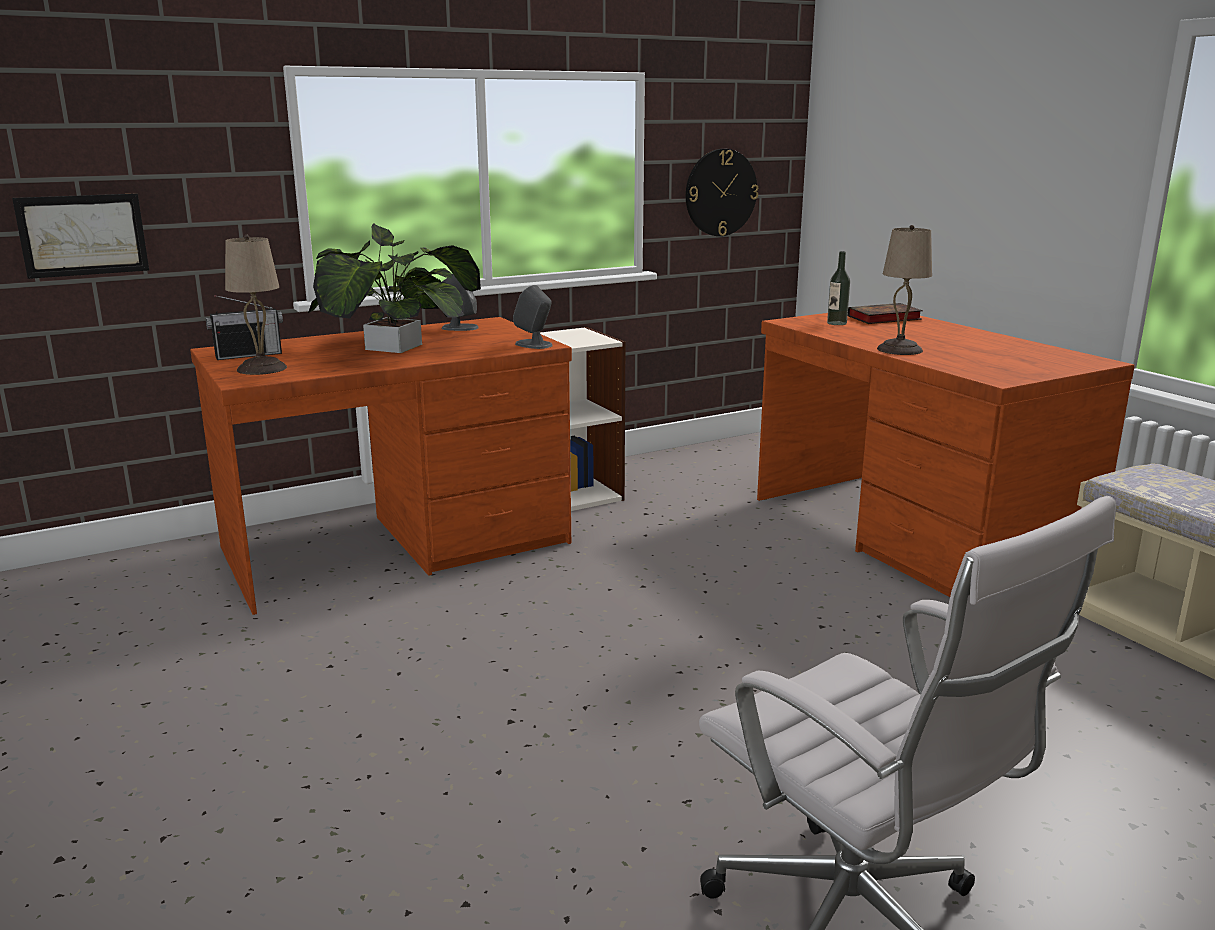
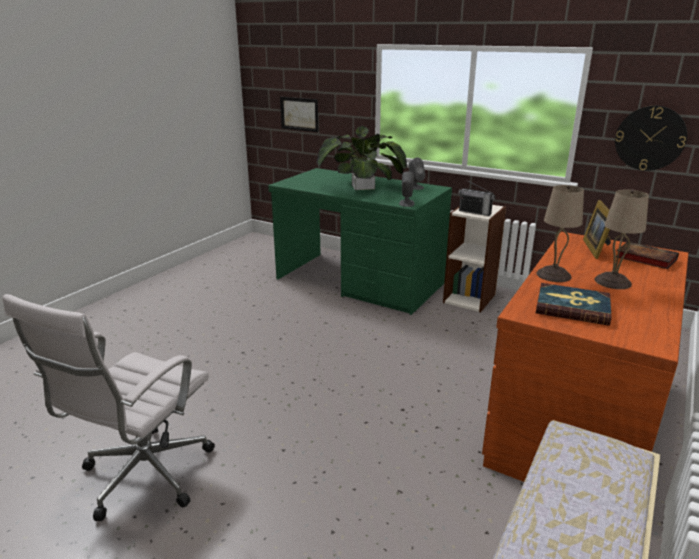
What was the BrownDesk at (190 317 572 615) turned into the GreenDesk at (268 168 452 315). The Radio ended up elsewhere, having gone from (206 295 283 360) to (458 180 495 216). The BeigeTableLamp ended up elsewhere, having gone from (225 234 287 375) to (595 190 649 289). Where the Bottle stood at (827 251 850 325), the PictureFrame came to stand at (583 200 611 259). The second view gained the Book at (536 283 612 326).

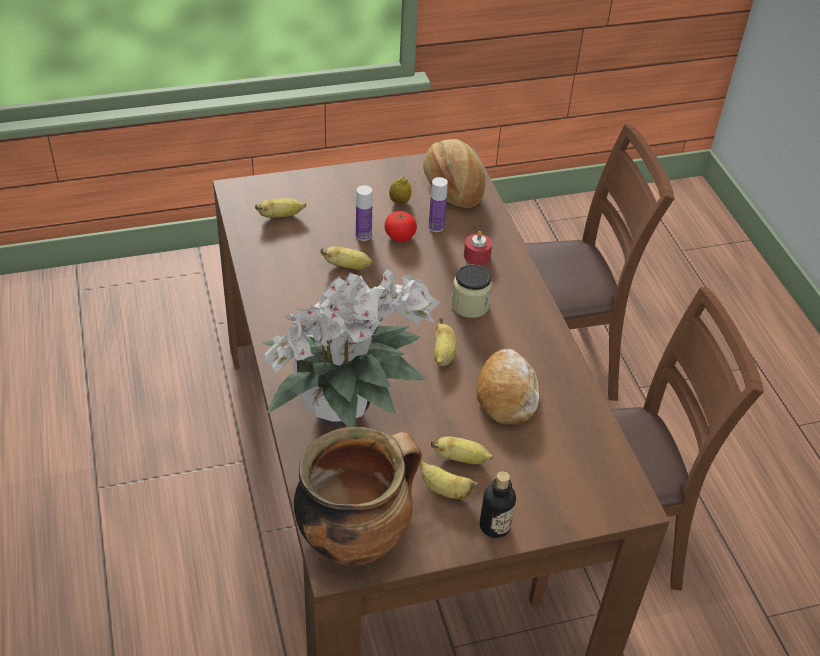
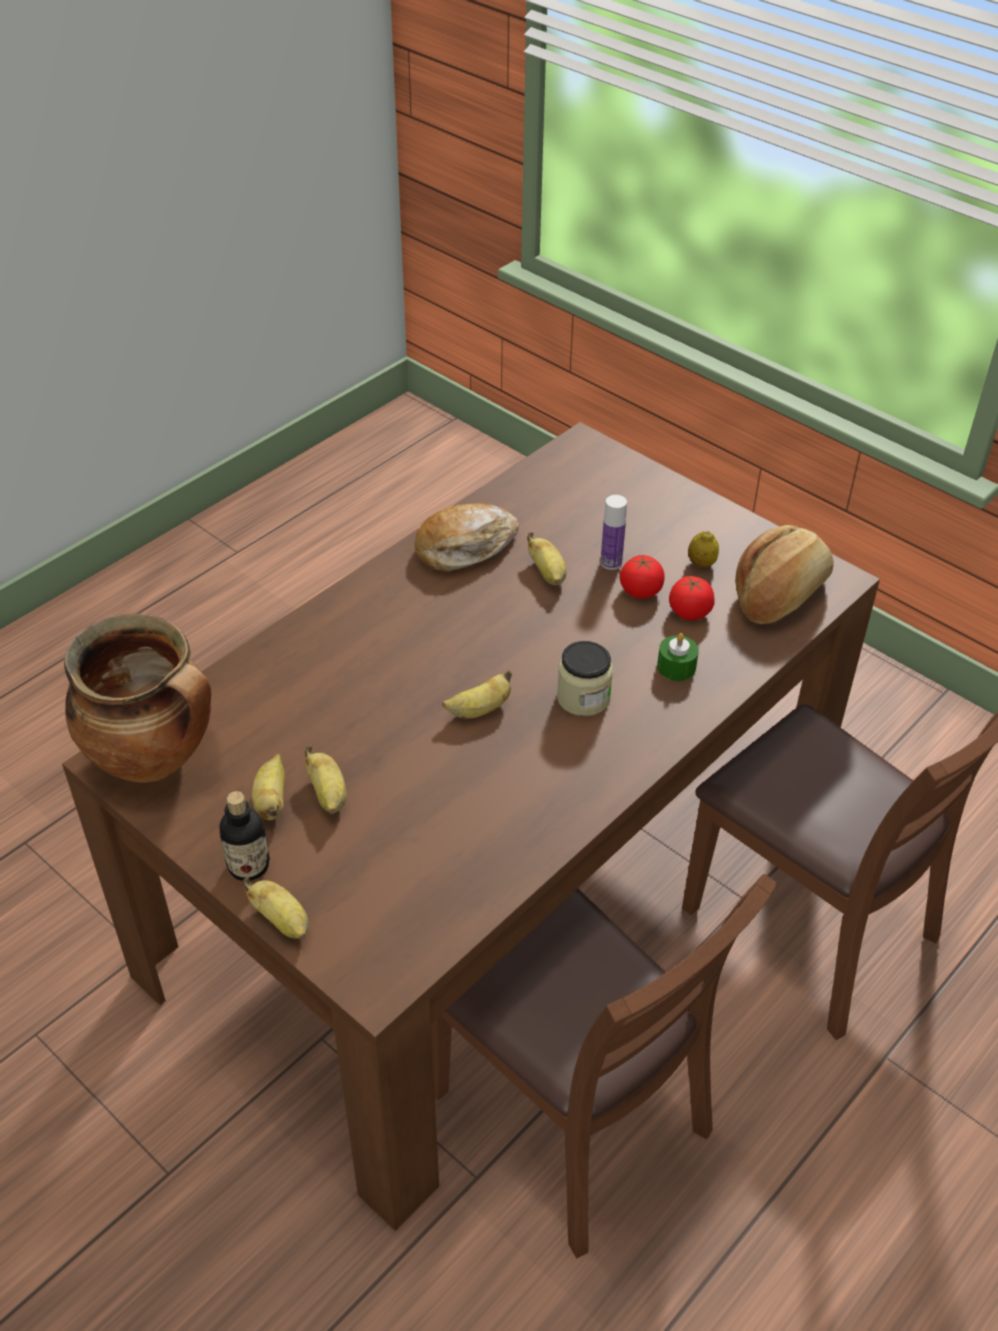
The Banana ended up elsewhere, having gone from (255 198 306 218) to (243 878 309 940). The second view lost the PottedPlant at (262 268 440 427). Where the Bottle stood at (429 177 448 232), the Tomato came to stand at (669 576 715 620). What was the RedCandle at (464 231 492 265) turned into the GreenCandle at (657 633 699 681). The Bread ended up elsewhere, having gone from (476 349 539 424) to (414 503 519 571).

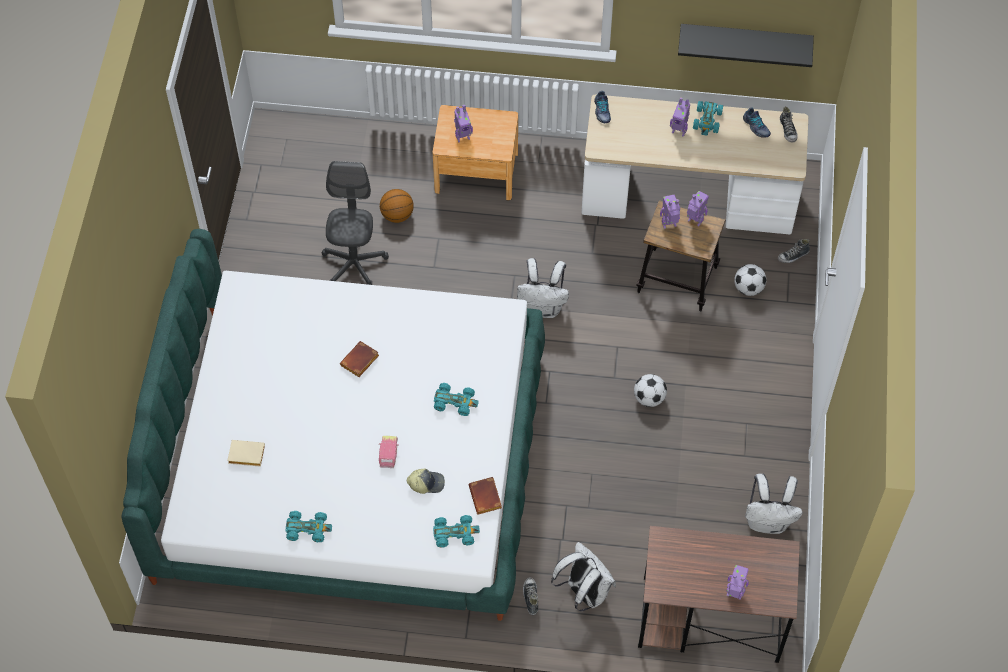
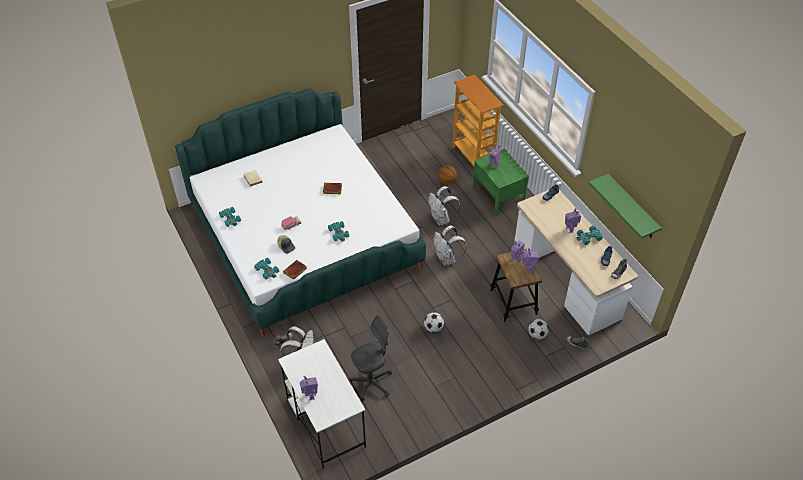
The GreyOfficeChair ended up elsewhere, having gone from (322 161 389 285) to (348 315 392 401). What was the BrownNightstand at (433 105 518 200) turned into the GreenNightstand at (473 149 529 215). What was the BrownDesk at (638 526 800 663) turned into the WhiteDesk at (278 339 366 468). What was the BlackShelf at (678 24 814 67) turned into the GreenShelf at (589 174 662 239). The WhiteBackpack ended up elsewhere, having gone from (745 473 803 534) to (428 186 461 225). The second view gained the Bookcase at (452 75 503 166).

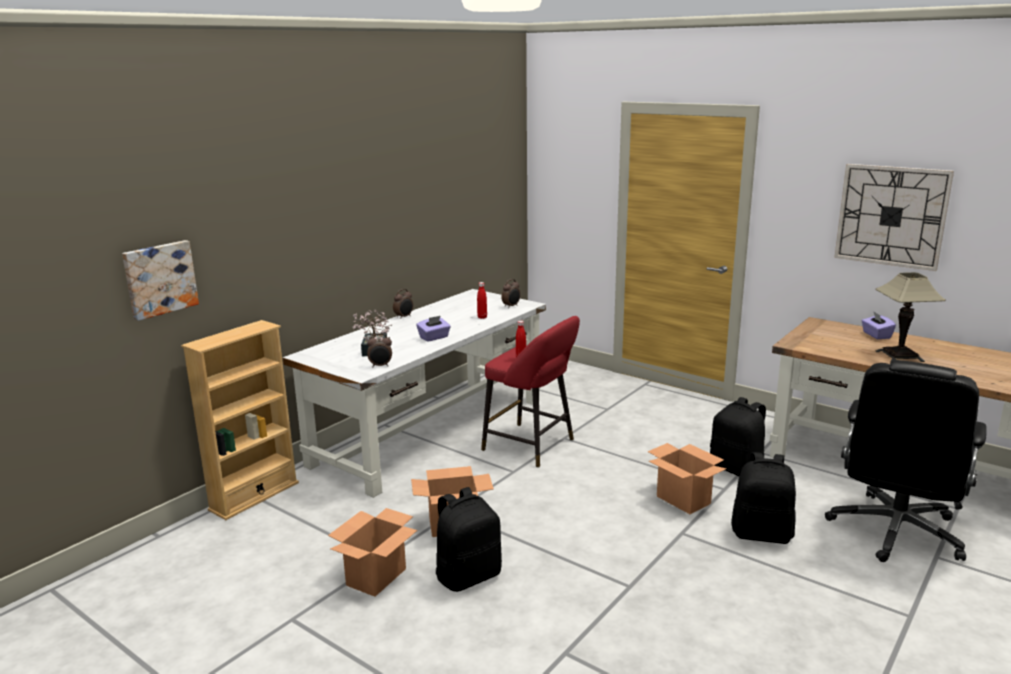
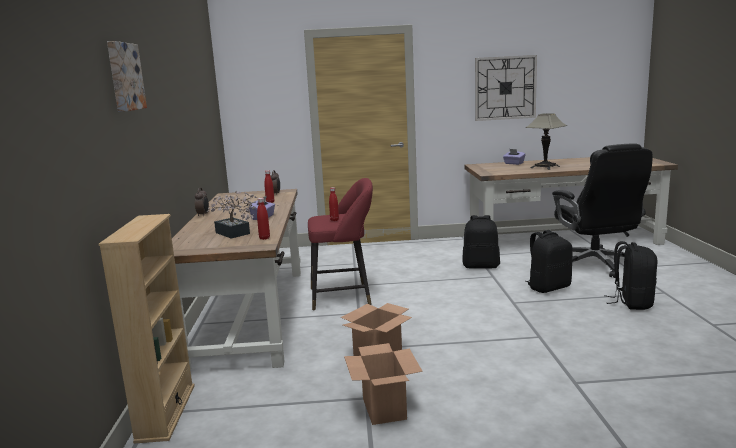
The Picture ended up elsewhere, having gone from (122 240 199 321) to (107 41 147 112). What was the WhiteDesk at (282 289 546 498) turned into the BrownDesk at (172 189 301 370). Where the AlarmClock stood at (367 333 392 367), the RedBottle came to stand at (257 198 270 240). The BlackBackpack ended up elsewhere, having gone from (435 487 502 592) to (604 241 657 310). The second view lost the CardboardBox at (648 443 727 514).

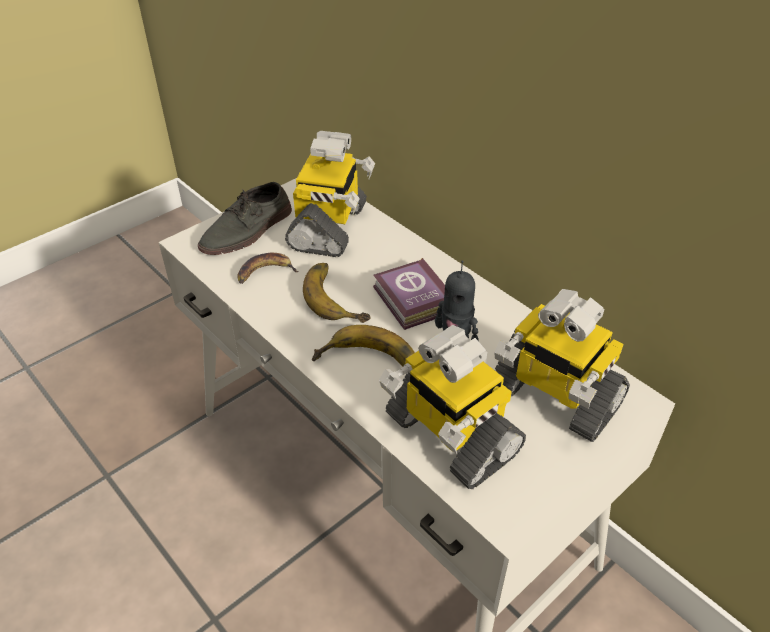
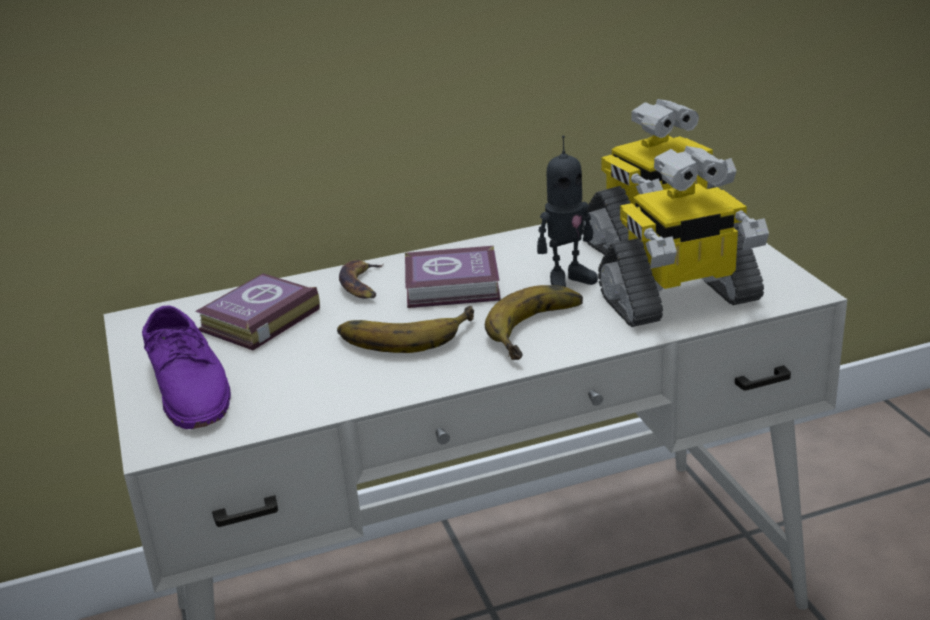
What was the GreyShoe at (198 182 292 255) turned into the PurpleShoe at (142 305 231 429). The Banana ended up elsewhere, having gone from (237 253 299 284) to (339 260 384 299). Where the ToyRobot stood at (285 131 375 257), the Book came to stand at (195 273 320 350).

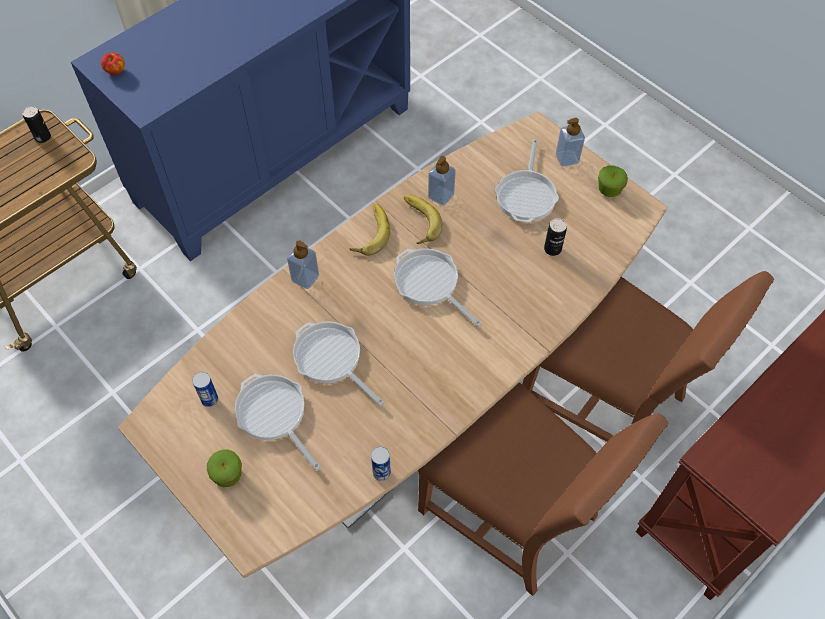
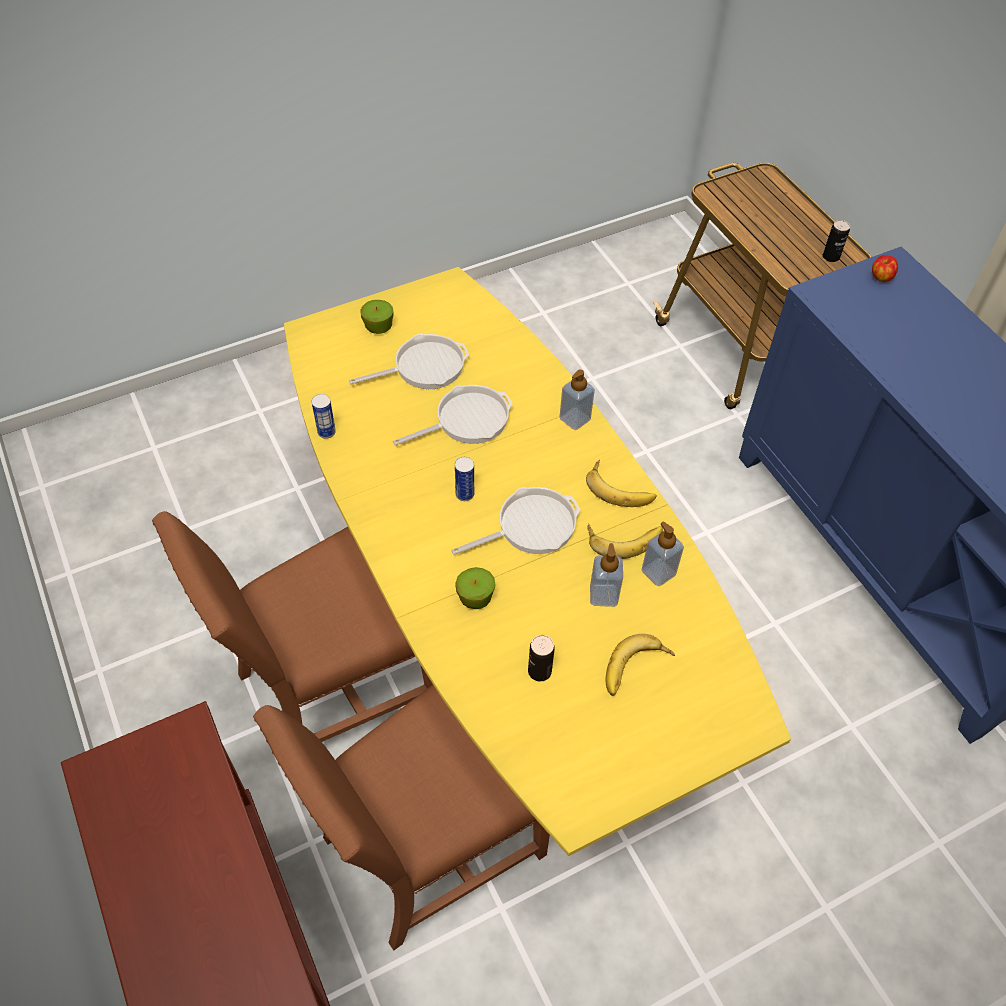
What was the BrownDiningTable at (118 112 668 578) turned into the YellowDiningTable at (284 267 791 856). The Can ended up elsewhere, having gone from (192 372 218 407) to (455 457 474 501). Where the FryingPan stood at (495 139 559 222), the Banana came to stand at (605 634 675 696). The SoapDispenser ended up elsewhere, having gone from (556 118 585 167) to (590 543 623 607). The Apple ended up elsewhere, having gone from (598 165 628 197) to (455 567 496 609).

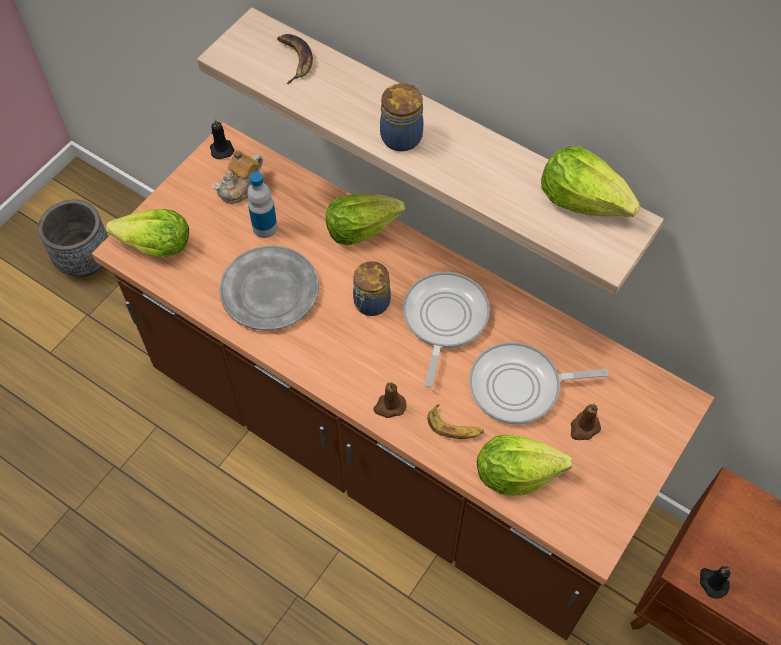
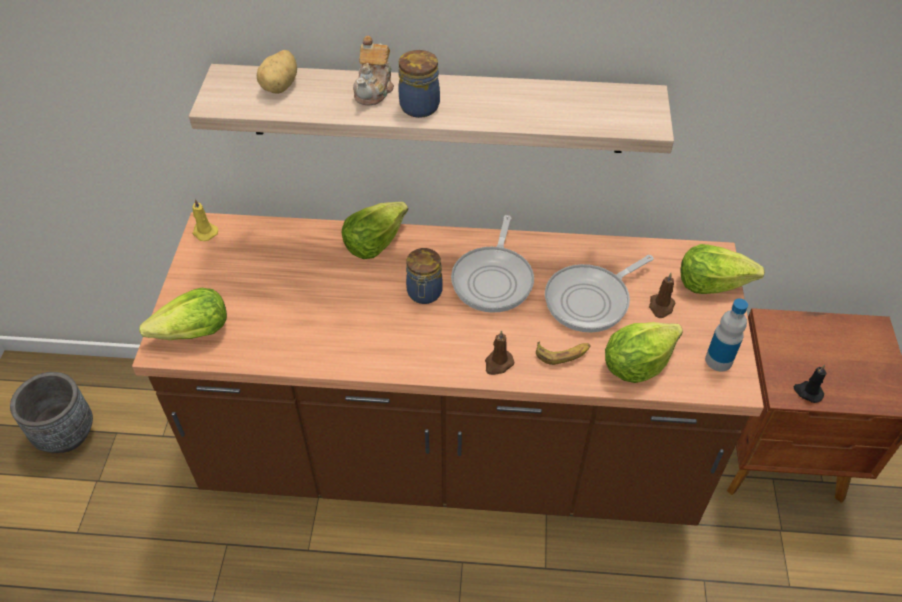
What was the BlackCandle at (210 119 234 159) turned into the YellowCandle at (192 199 218 241). The Teapot ended up elsewhere, having gone from (213 150 263 204) to (353 36 394 106). The second view lost the GreyPlate at (219 246 319 330). The Bottle ended up elsewhere, having gone from (247 172 278 238) to (705 298 748 372). Where the Banana stood at (277 34 313 84), the Potato came to stand at (257 50 297 94). The FryingPan at (403 272 490 387) ended up facing another way, 150 degrees counterclockwise from before. The Lettuce ended up elsewhere, having gone from (541 146 640 217) to (681 244 765 294).

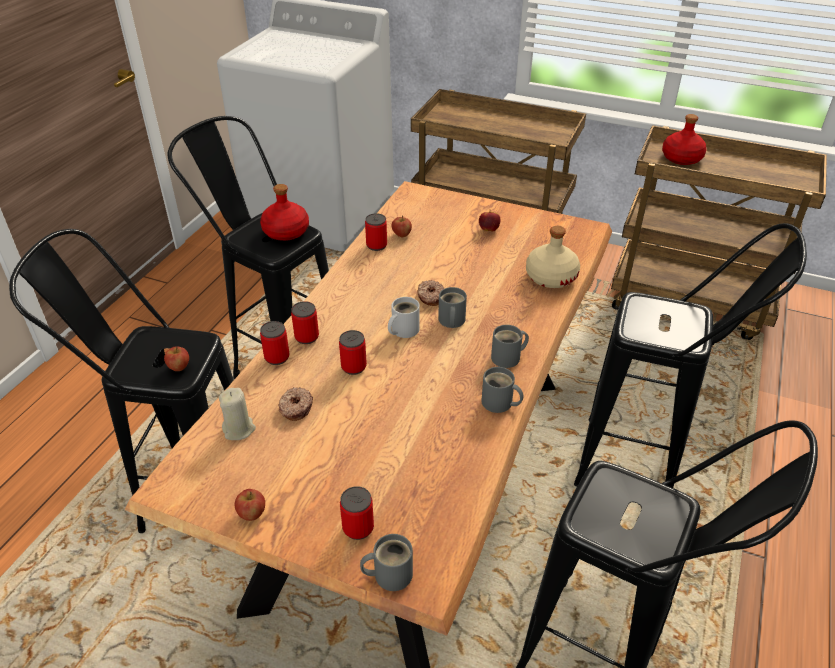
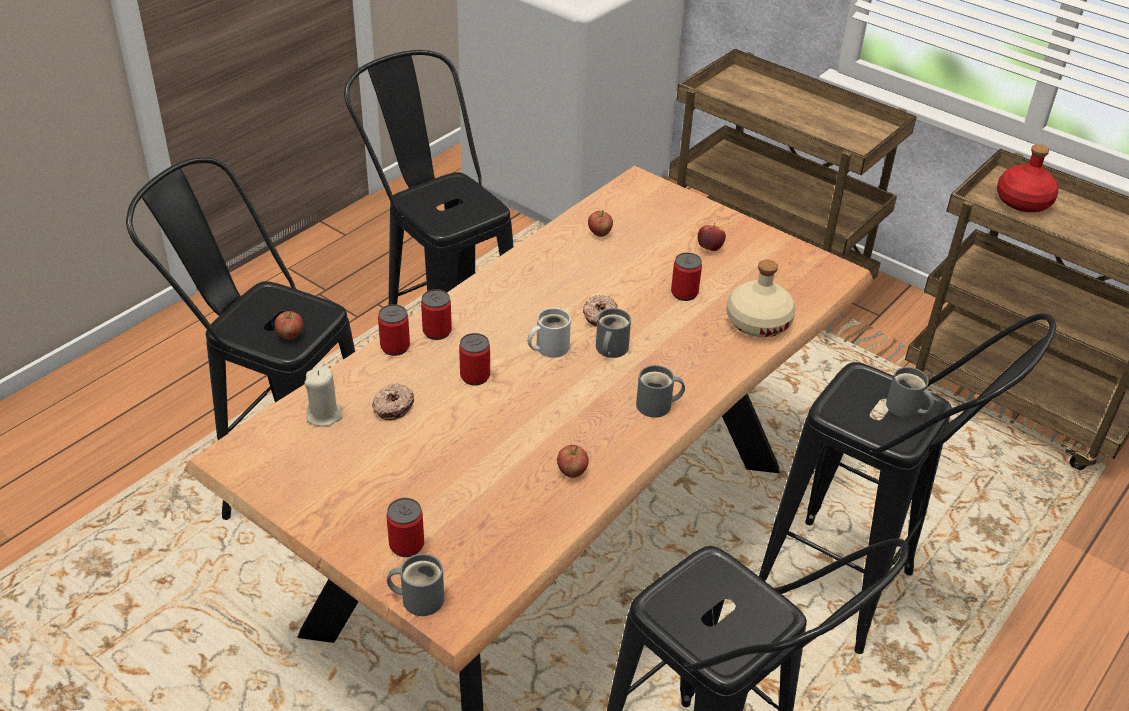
The Apple ended up elsewhere, having gone from (235 489 265 521) to (557 445 589 478). The second view lost the RedBottle at (260 184 309 241). The Can ended up elsewhere, having gone from (365 213 387 251) to (671 253 702 301). The GreyMug ended up elsewhere, having gone from (481 367 523 413) to (886 367 934 418).

